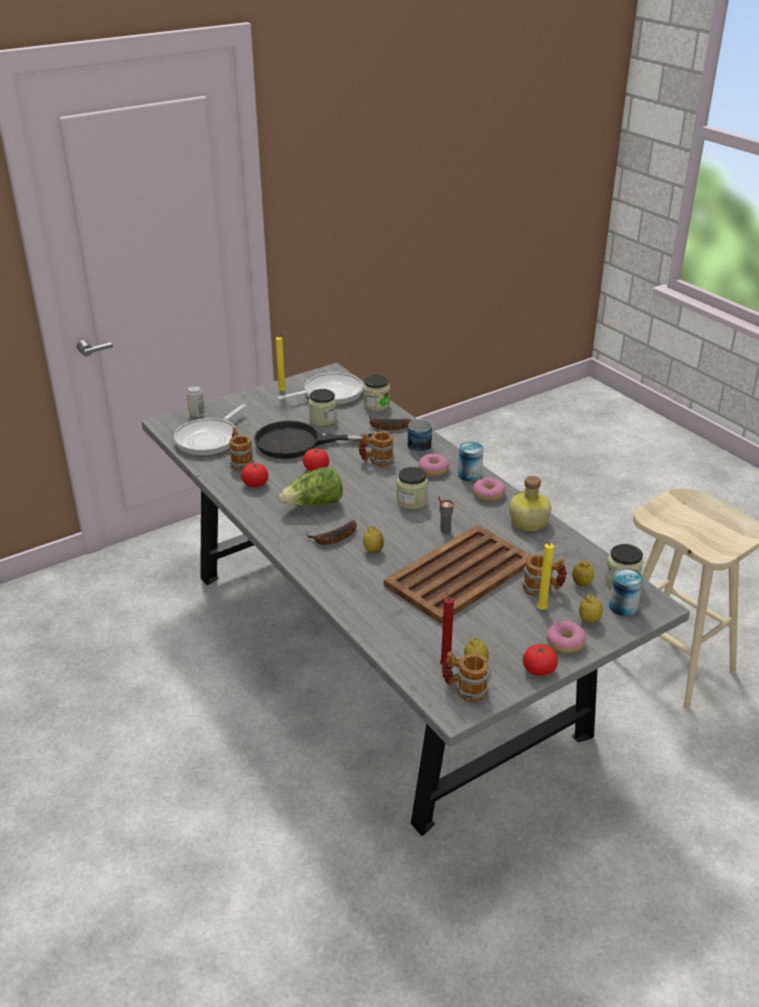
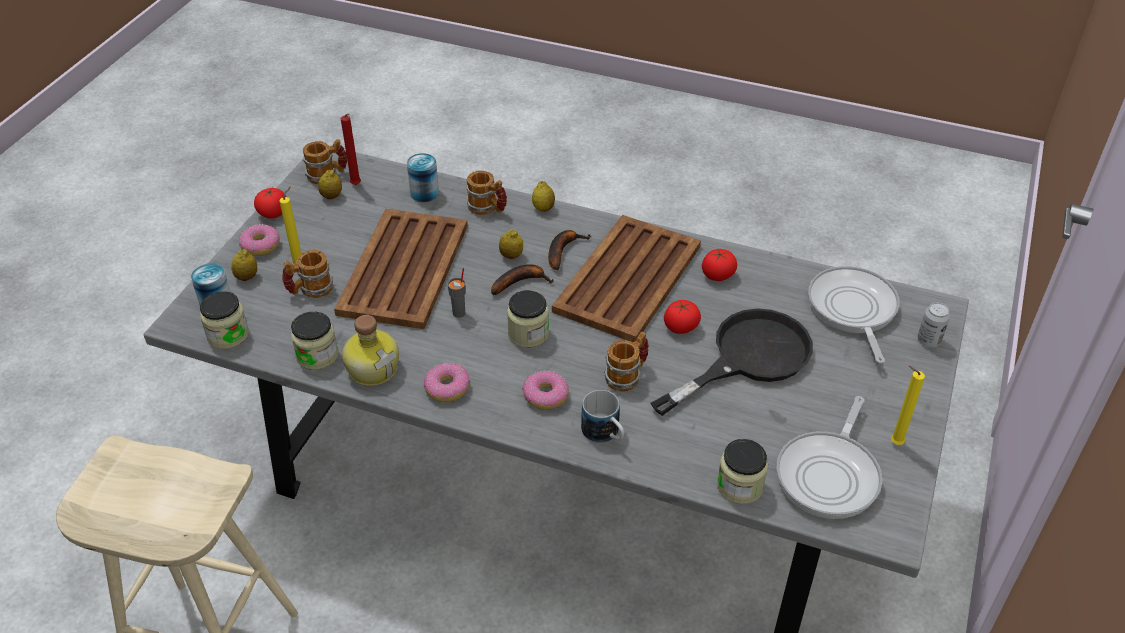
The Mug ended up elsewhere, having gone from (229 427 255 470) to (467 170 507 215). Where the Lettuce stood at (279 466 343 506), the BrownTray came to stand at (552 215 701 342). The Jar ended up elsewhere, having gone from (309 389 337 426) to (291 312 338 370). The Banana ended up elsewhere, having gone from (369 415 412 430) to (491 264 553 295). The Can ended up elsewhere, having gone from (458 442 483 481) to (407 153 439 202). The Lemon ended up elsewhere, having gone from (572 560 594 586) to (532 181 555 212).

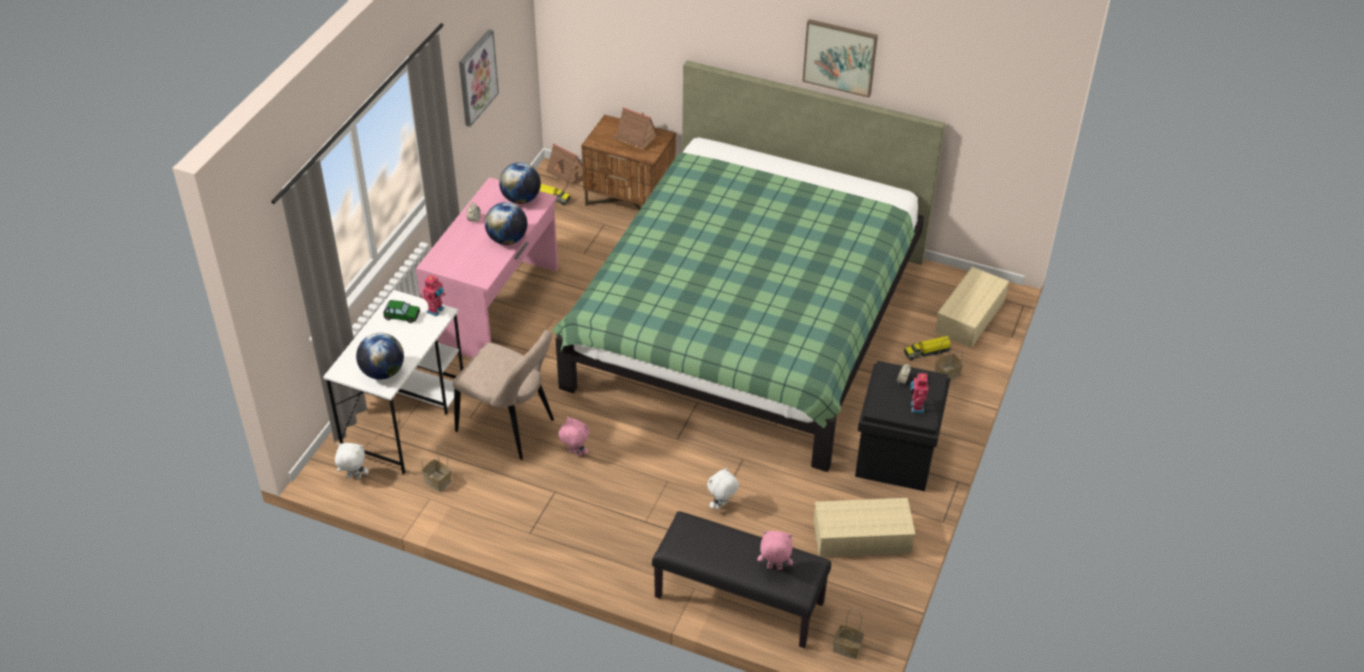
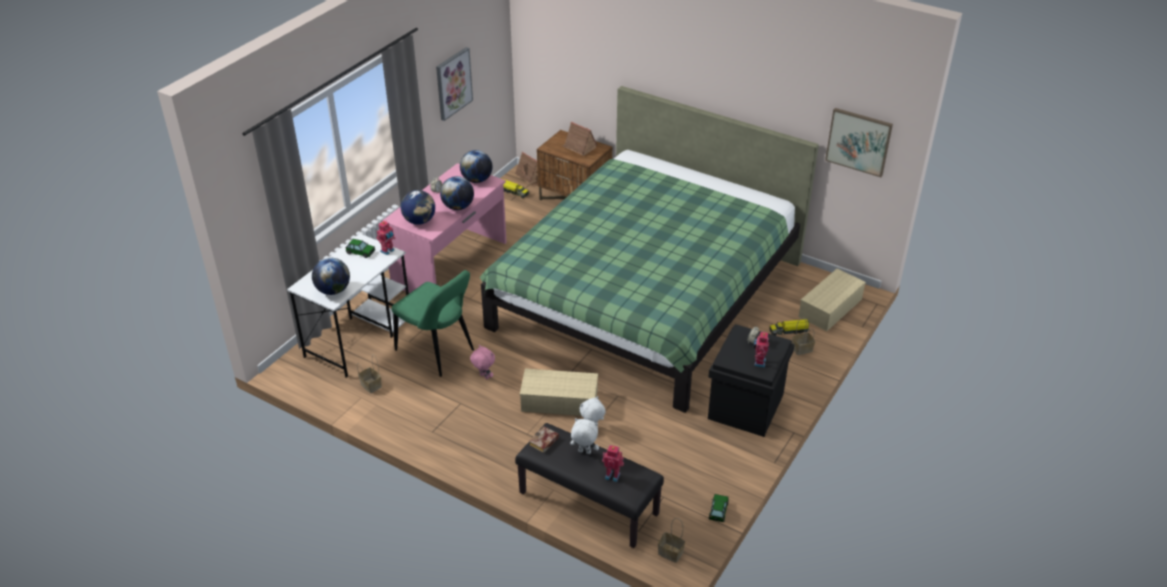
The WhitePlushToy ended up elsewhere, having gone from (335 443 369 479) to (570 418 599 454). What was the BeigeChair at (453 330 554 460) turned into the GreenChair at (391 270 474 377). Where the PinkPlushToy stood at (758 531 793 570), the ToyRobot came to stand at (602 445 624 482). The Picture ended up elsewhere, having gone from (802 19 878 98) to (825 108 893 177). The BeigeStorageBox ended up elsewhere, having gone from (814 498 916 557) to (520 368 598 416). The second view gained the Globe at (401 190 435 225). The second view gained the Book at (529 426 559 453). The second view gained the ToyCar at (709 494 728 522).

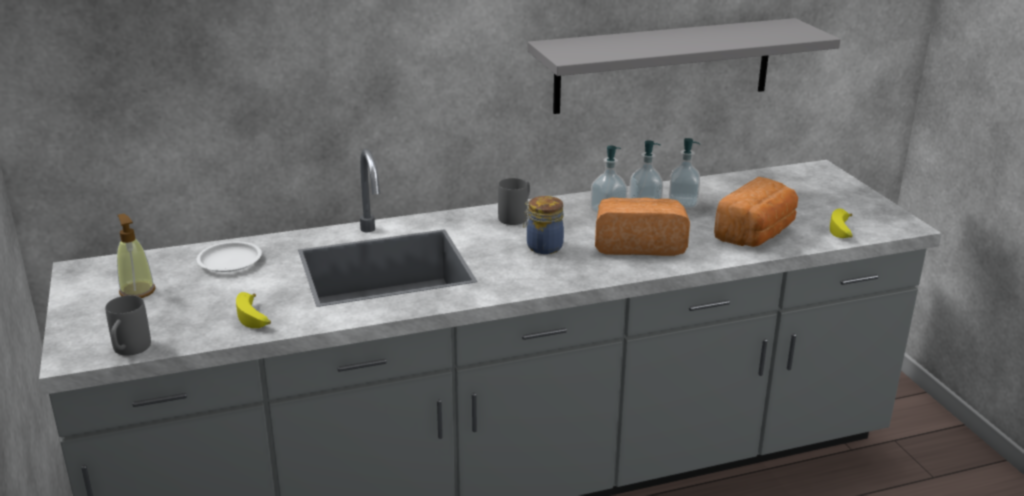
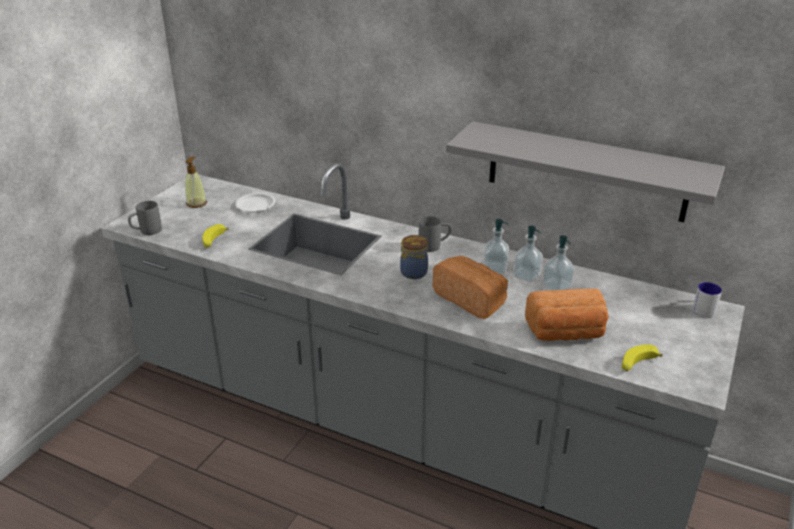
The second view gained the Mug at (692 282 722 318).

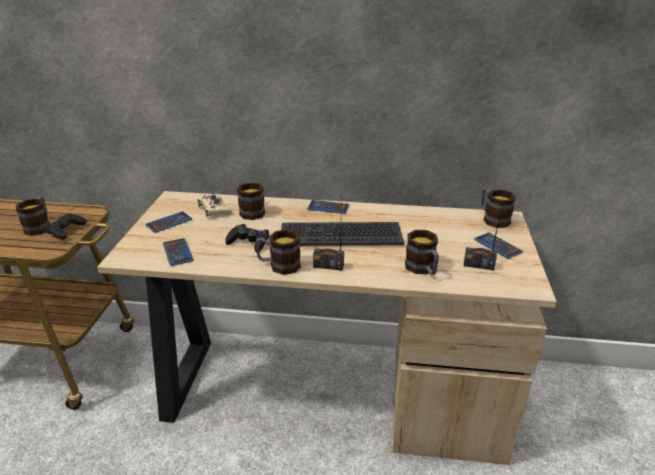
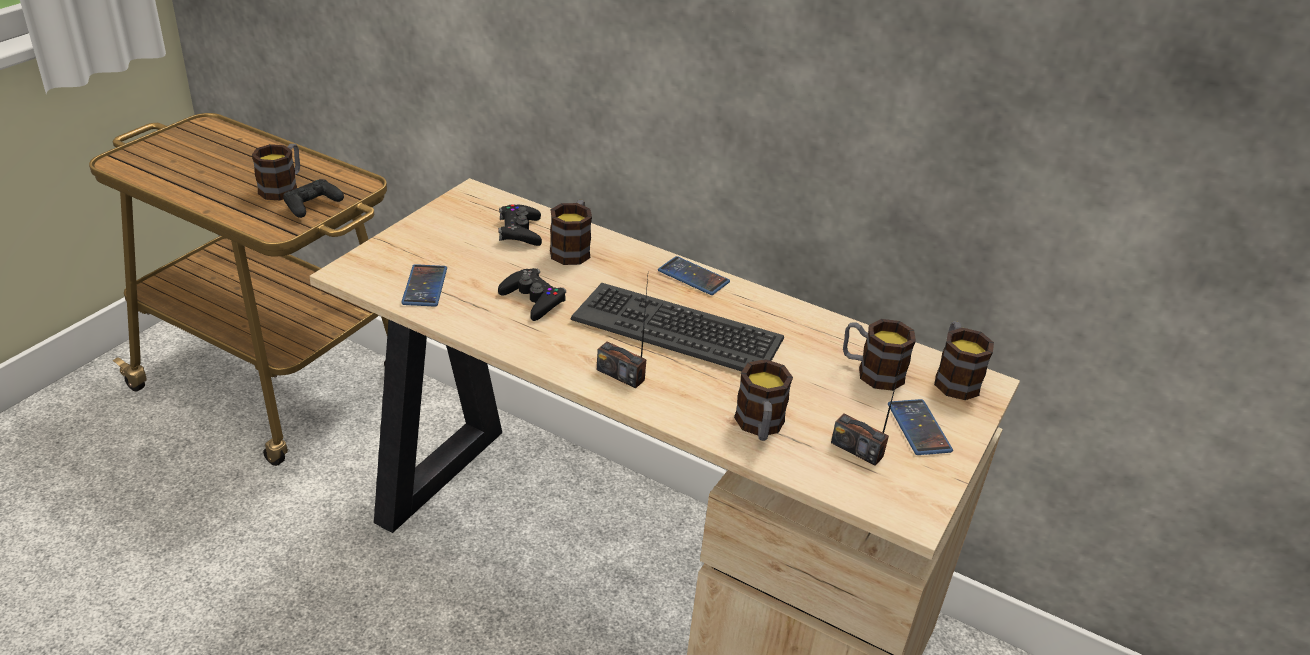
The second view lost the Phone at (145 211 192 233). What was the BeigeGameController at (197 195 233 217) turned into the BlackGameController at (499 204 542 246). The Mug ended up elsewhere, having gone from (256 229 301 275) to (843 319 916 391).

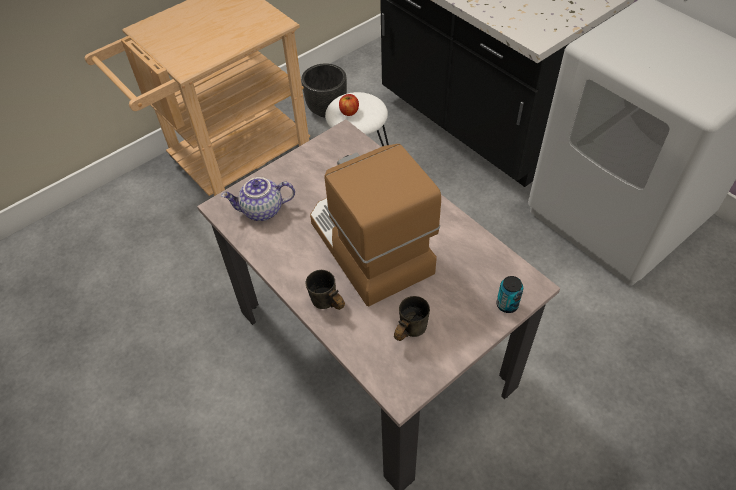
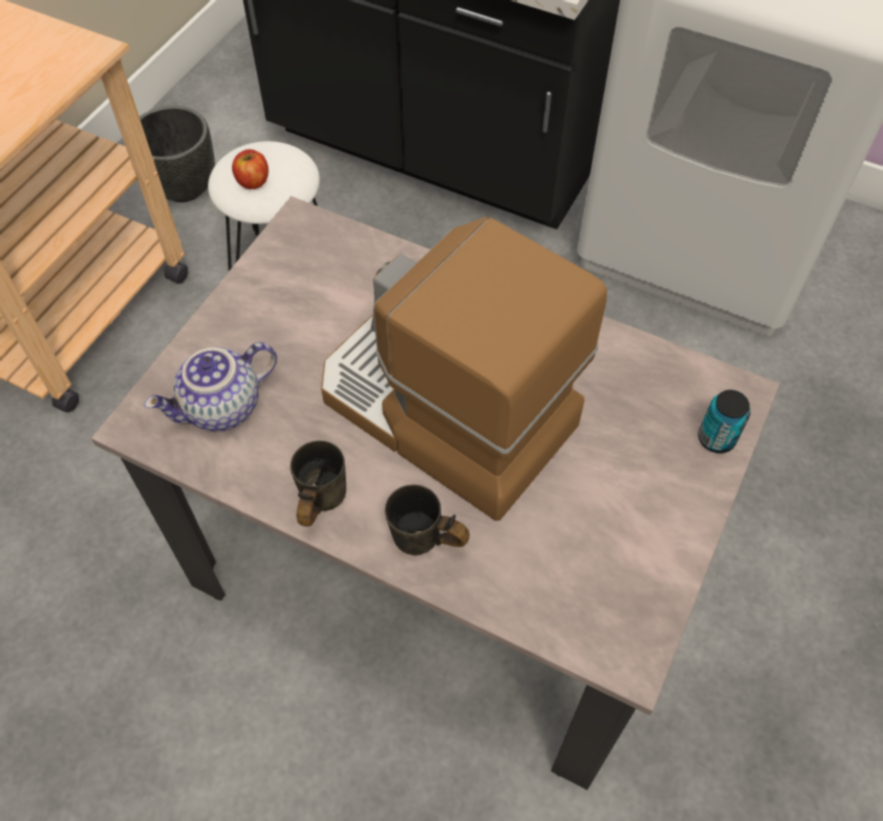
The GreyMug ended up elsewhere, having gone from (394 296 430 341) to (290 441 346 527).

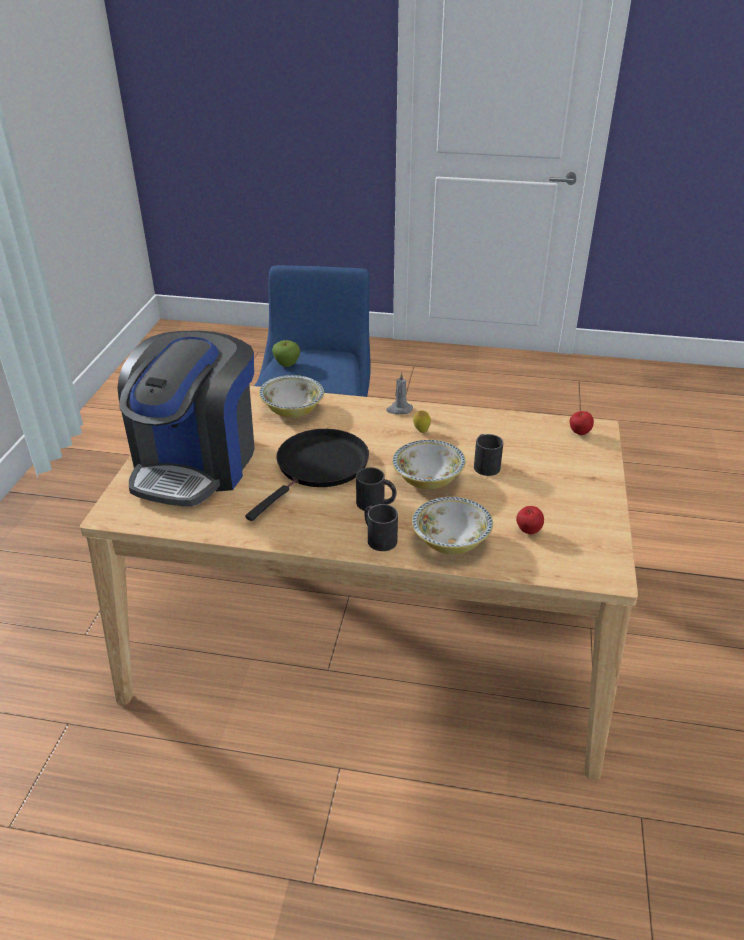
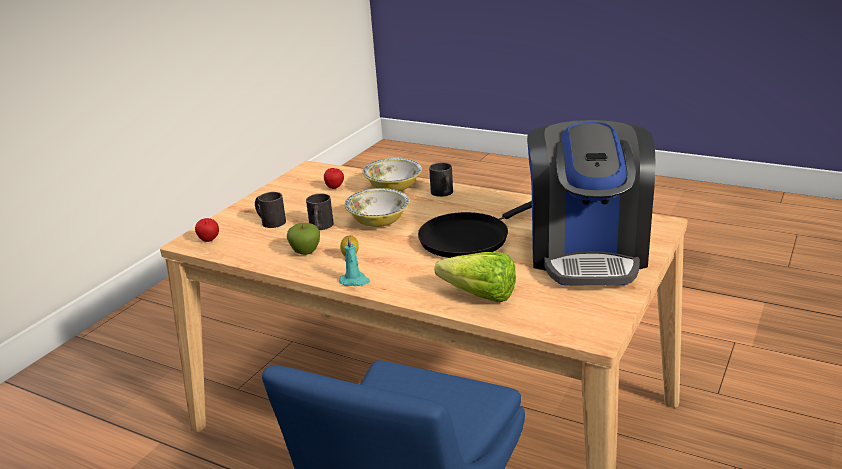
The CoffeeMachine at (117 330 255 506) ended up facing another way, 150 degrees clockwise from before. Where the Bowl stood at (259 375 324 417), the Lettuce came to stand at (434 252 516 303). The Apple ended up elsewhere, having gone from (272 340 300 367) to (287 223 320 255). The BlackMug ended up elsewhere, having gone from (356 467 397 511) to (255 192 286 228). What was the GreyCandle at (386 372 413 414) turned into the TurquoiseCandle at (339 237 370 286).

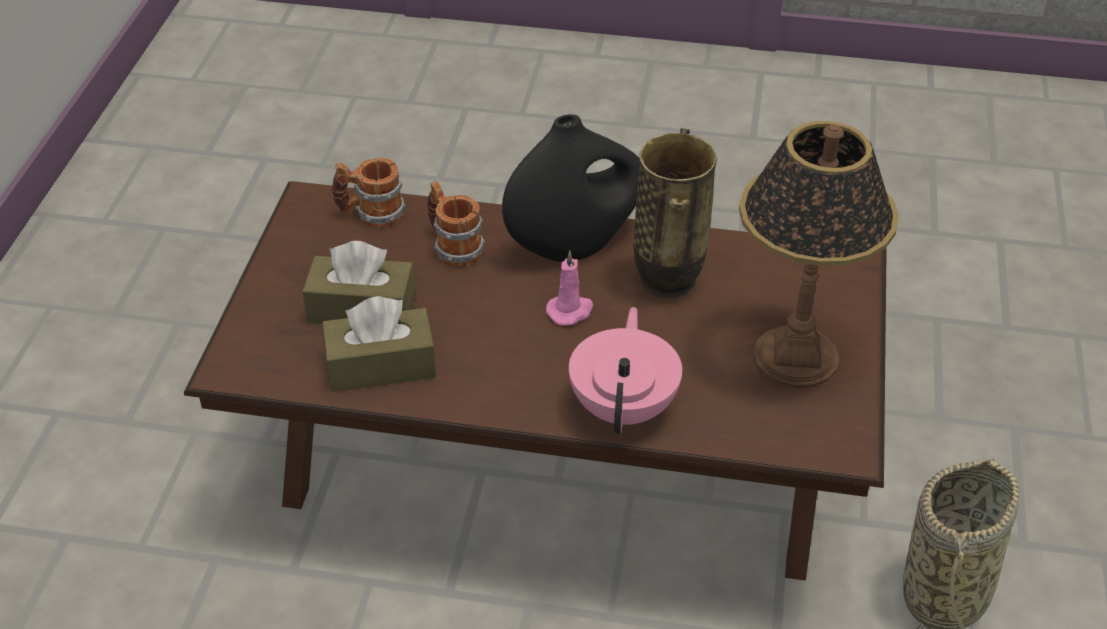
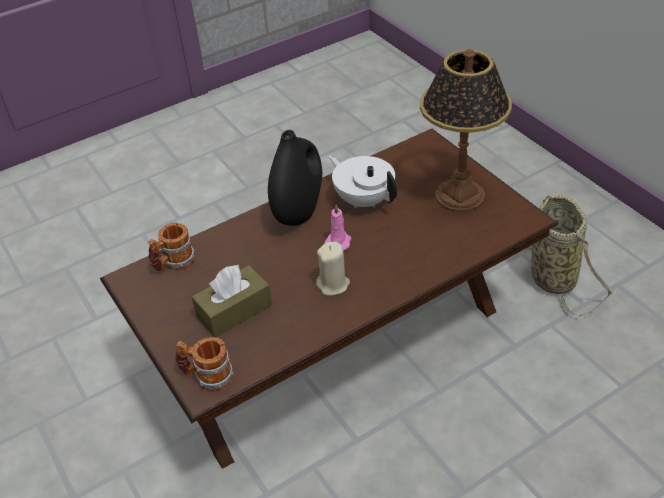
The second view lost the BrownTissueBox at (322 296 436 392). The Mug ended up elsewhere, having gone from (427 181 485 267) to (175 337 234 391). The second view lost the PinkTeapot at (569 307 682 434). Where the Vase stood at (634 127 717 300), the WhiteTeapot came to stand at (329 155 397 208). The second view gained the BeigeCandle at (316 241 350 296).

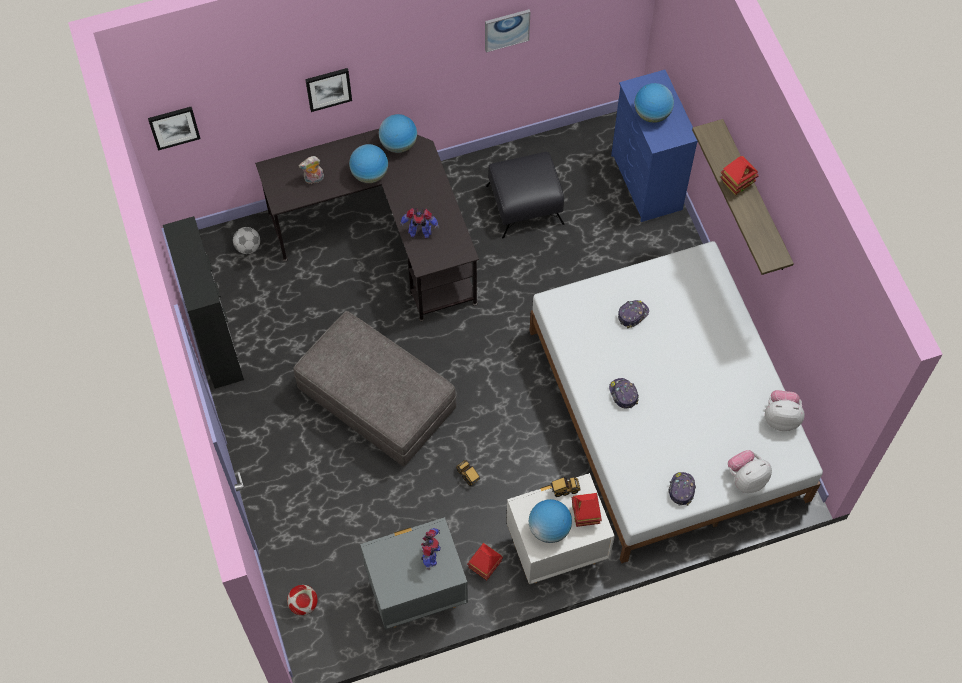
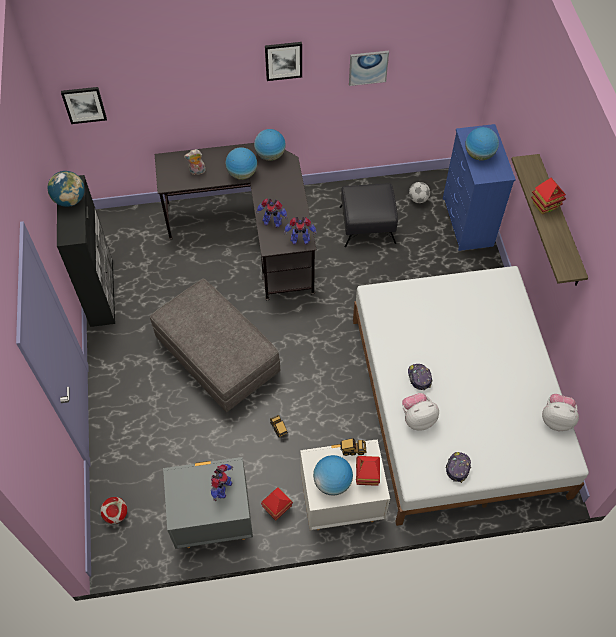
The Football ended up elsewhere, having gone from (233 227 260 254) to (409 182 430 203). The Picture ended up elsewhere, having gone from (305 68 352 112) to (265 42 302 81). The second view lost the Cap at (618 300 649 329). The PlushToy ended up elsewhere, having gone from (728 450 772 493) to (402 393 439 431). The second view gained the Globe at (48 171 85 207). The second view gained the ToyRobot at (284 217 317 245).

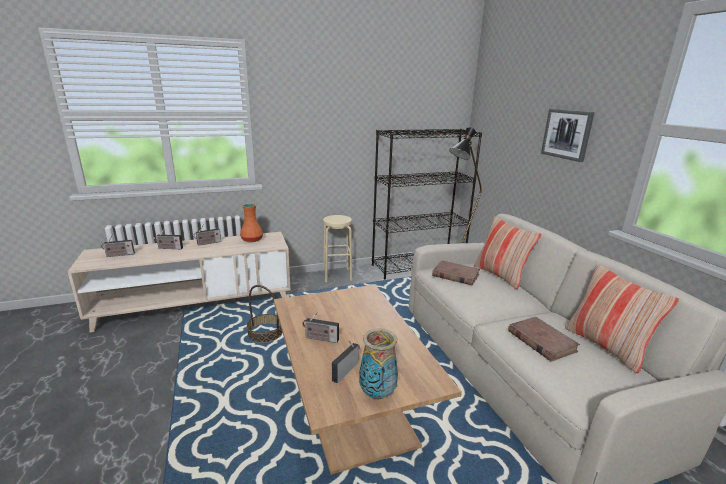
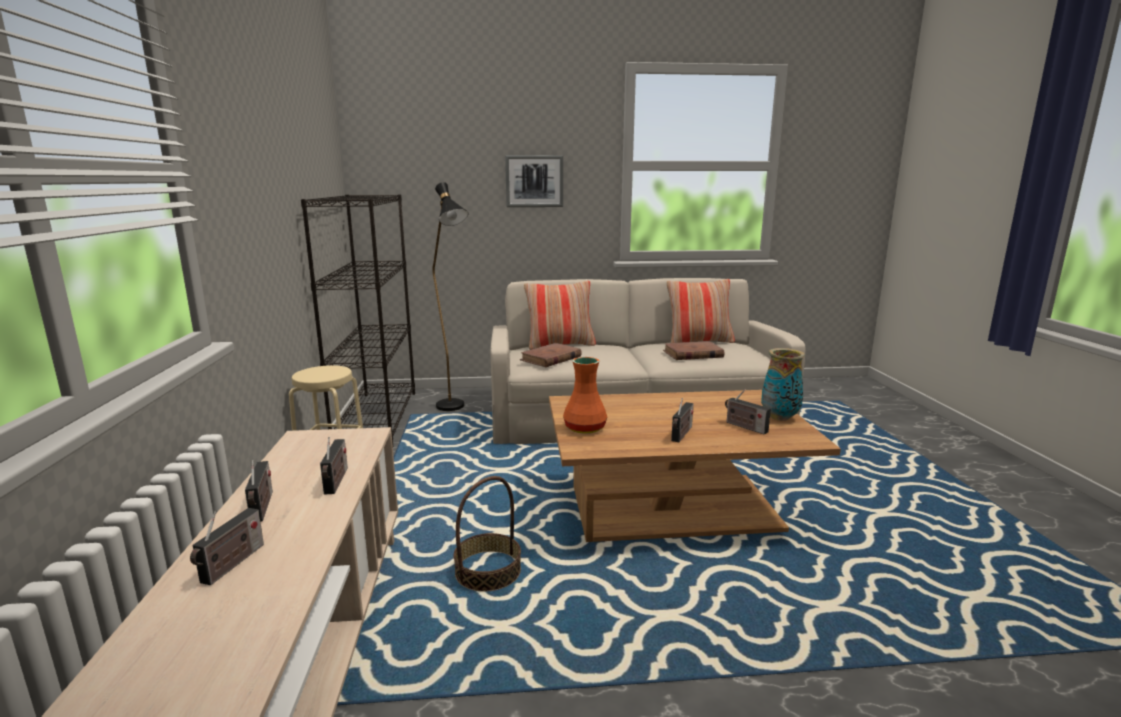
The Radio ended up elsewhere, having gone from (101 236 135 257) to (320 437 348 495). The OrangeVase ended up elsewhere, having gone from (240 203 263 242) to (563 357 607 434).

